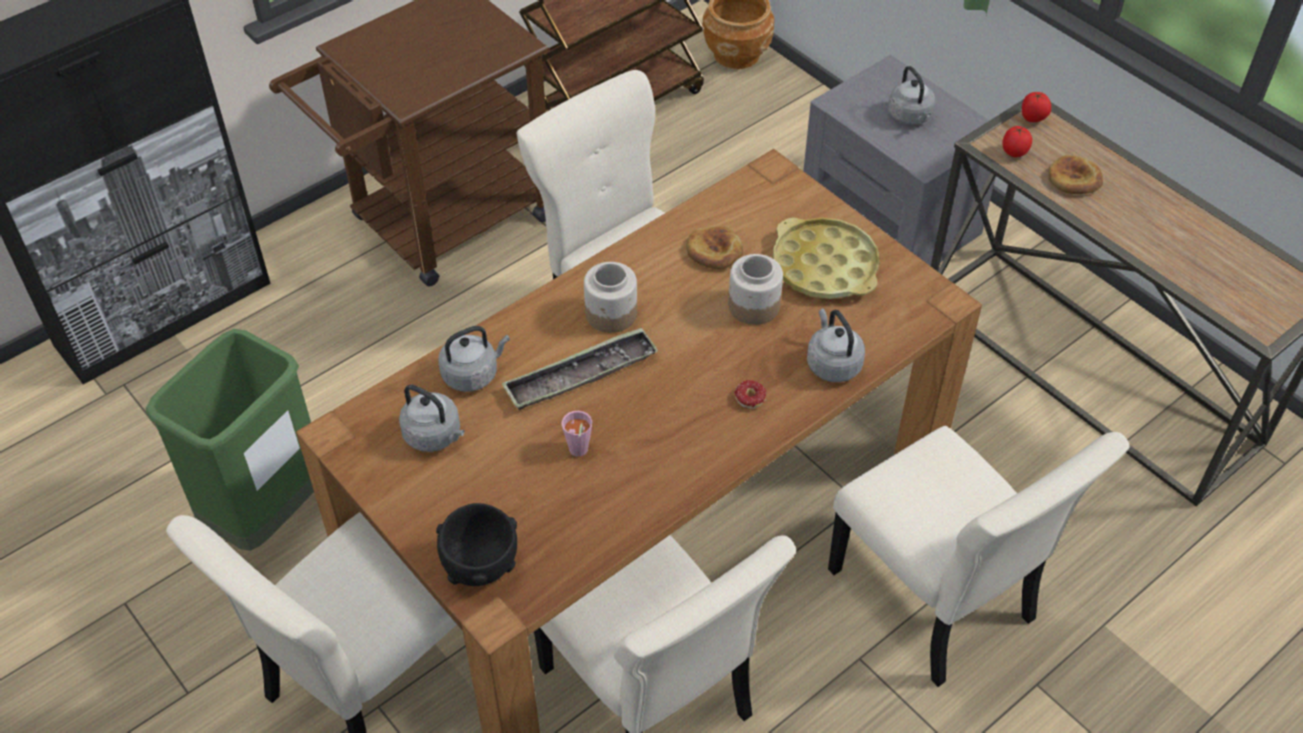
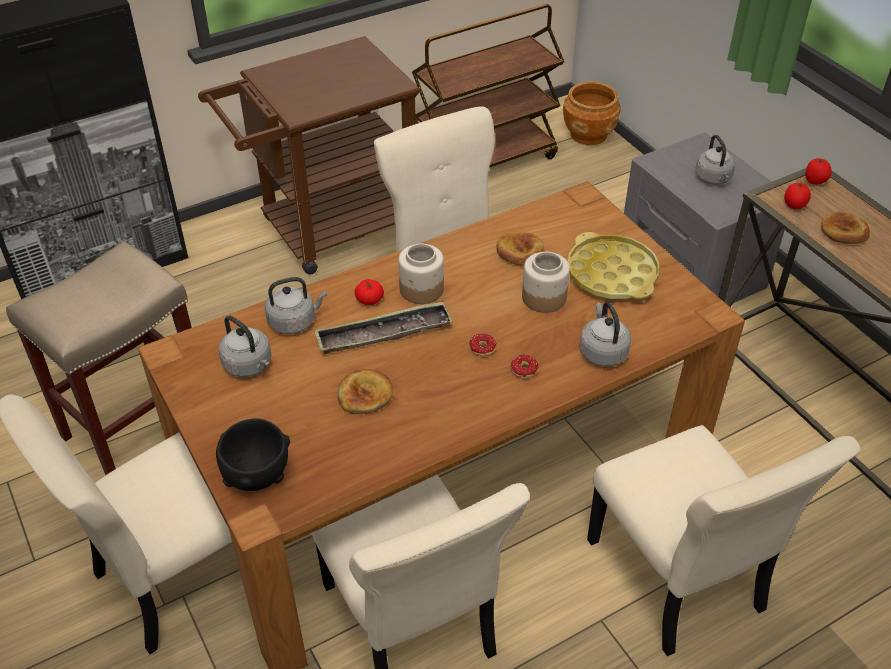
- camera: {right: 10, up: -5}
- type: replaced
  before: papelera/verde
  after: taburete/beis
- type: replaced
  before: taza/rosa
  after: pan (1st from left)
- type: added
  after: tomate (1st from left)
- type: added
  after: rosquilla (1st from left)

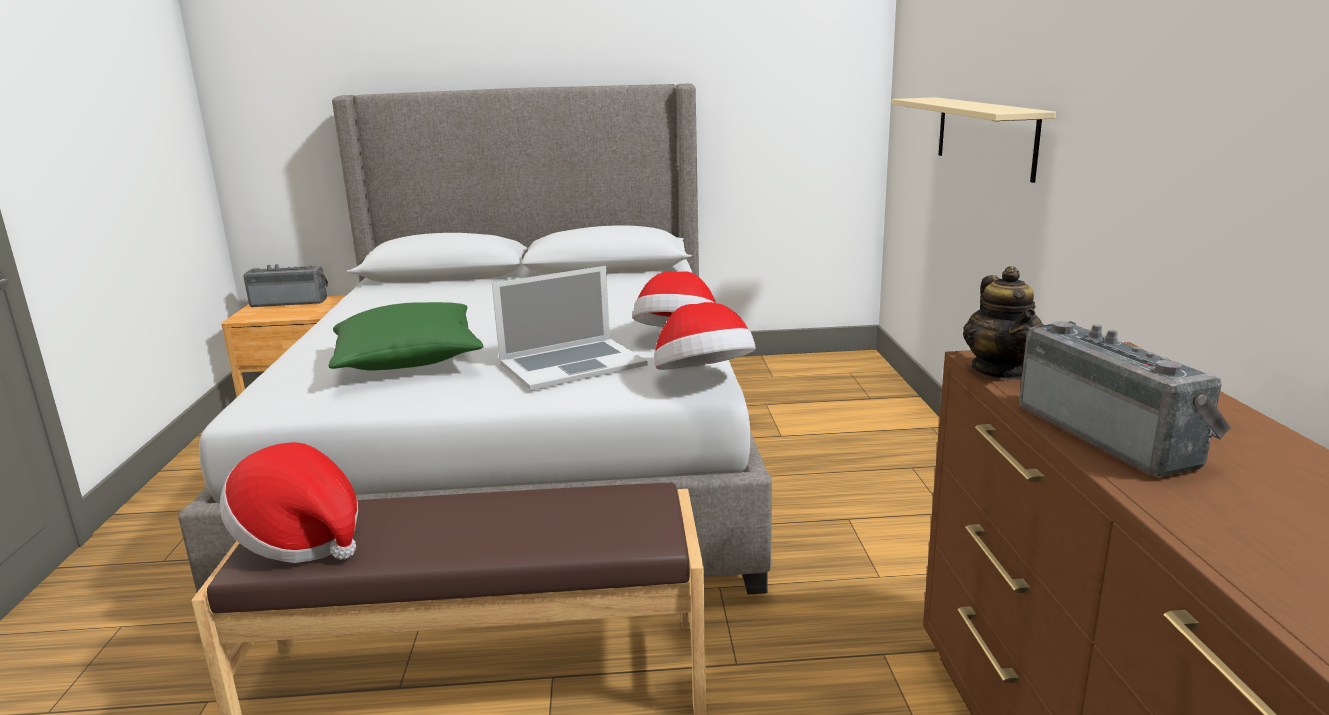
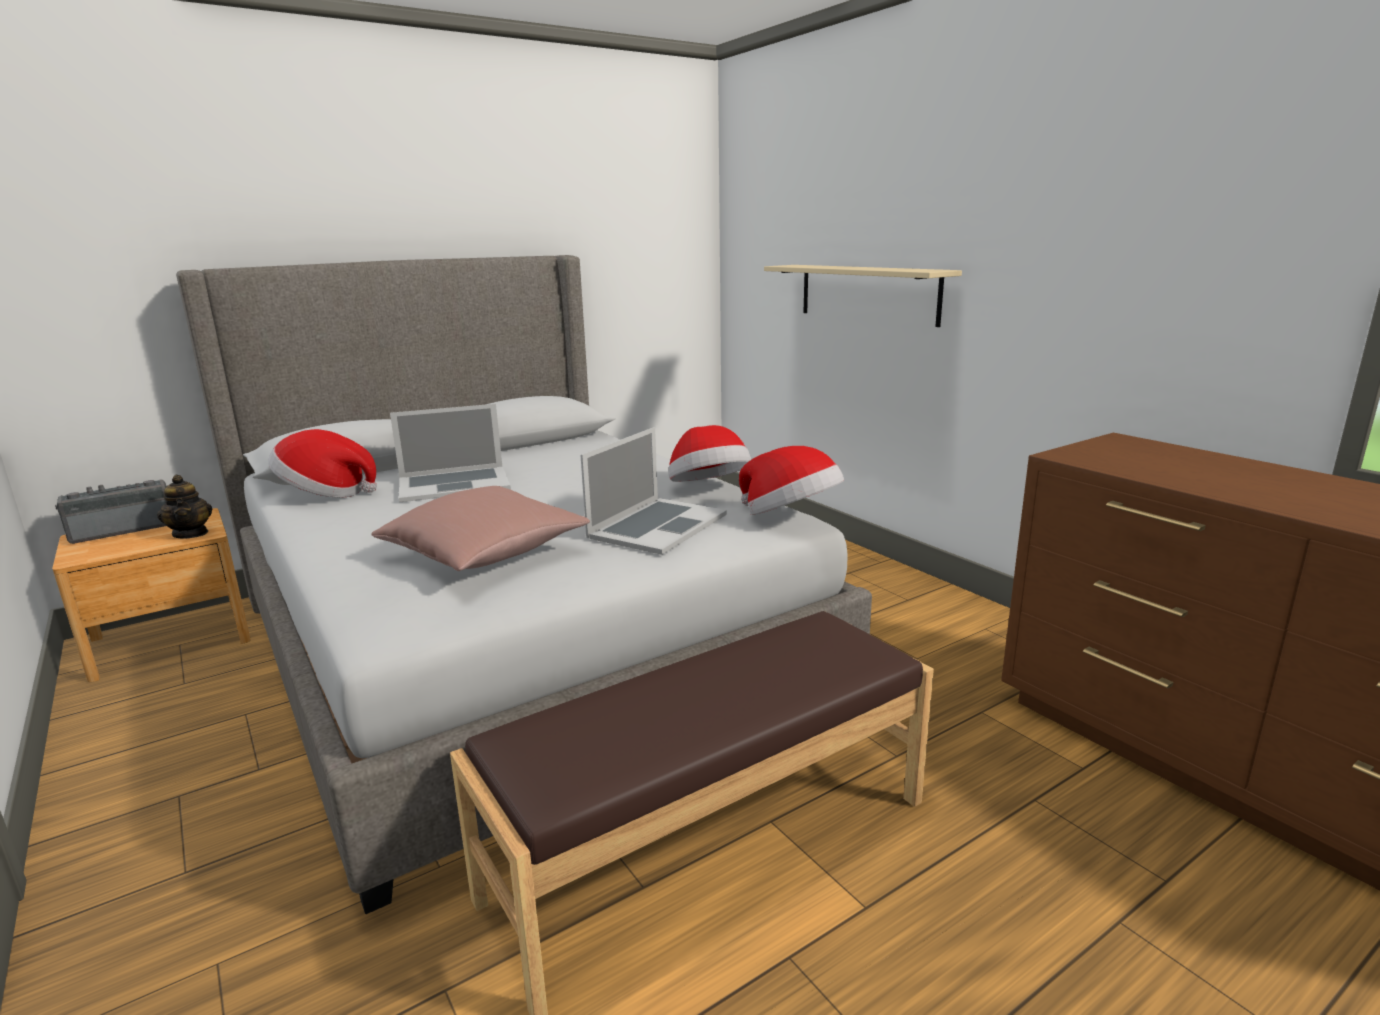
- camera: {right: -30, up: 0}
- type: moved
  before: sombrero (1st from left)
- type: recoloured
  before: cojín/verde
  after: cojín/rosa
- type: moved
  before: tetera
- type: removed
  before: radio (2nd from left)
- type: added
  after: portátil (1st from left)

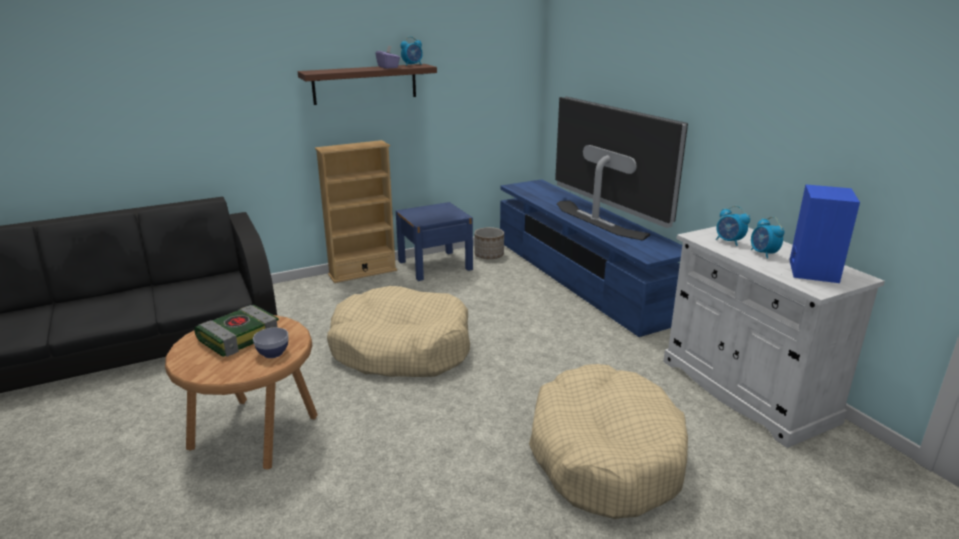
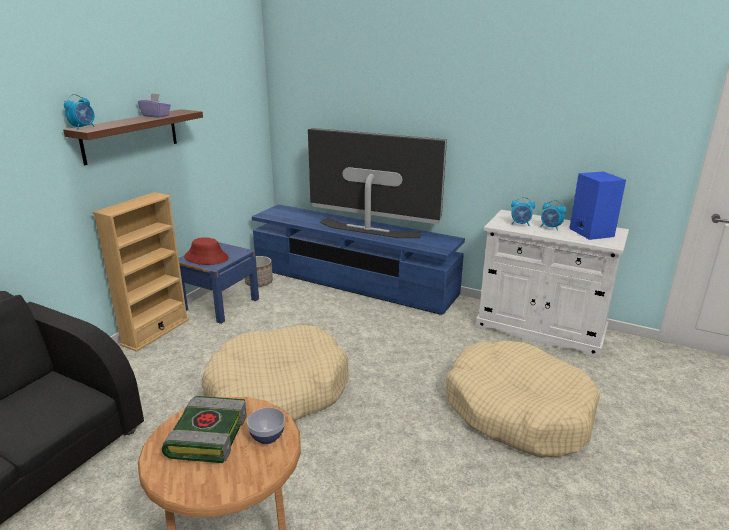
- camera: {right: -35, up: 0}
- type: moved
  before: despertador (1st from left)
- type: added
  after: sombrero/rojo

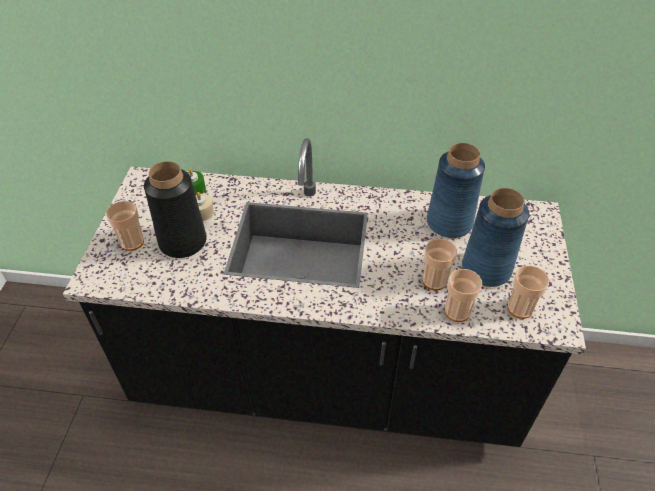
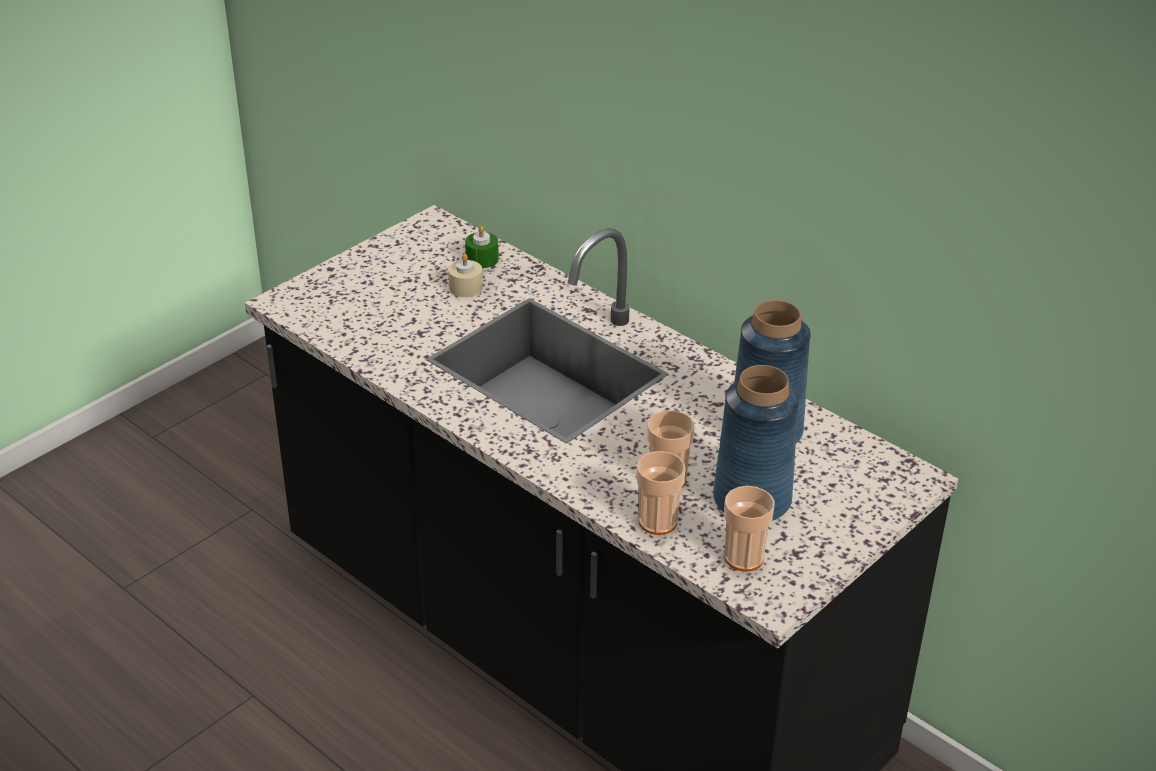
- camera: {right: 35, up: -10}
- type: removed
  before: taza (1st from left)
- type: removed
  before: florero/negro

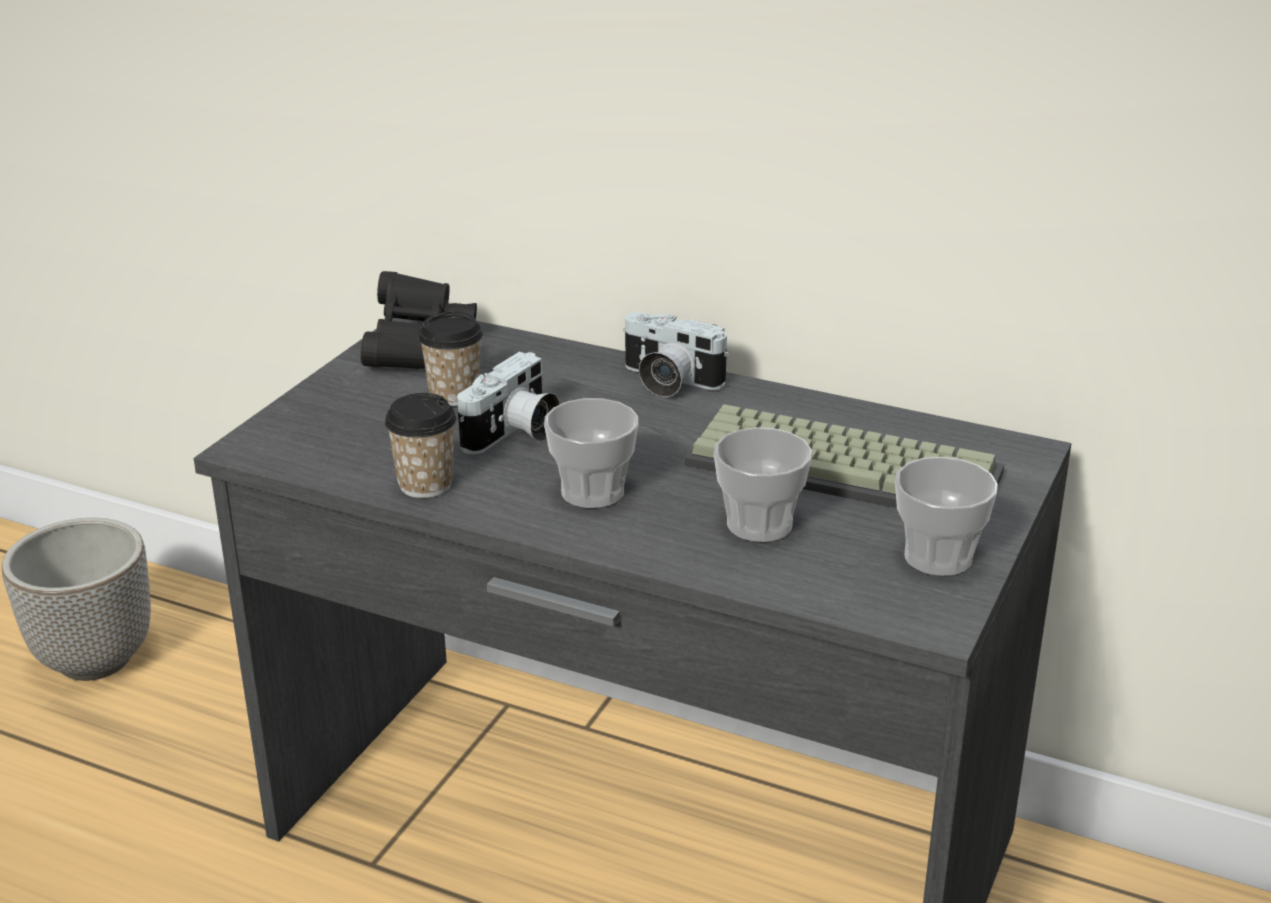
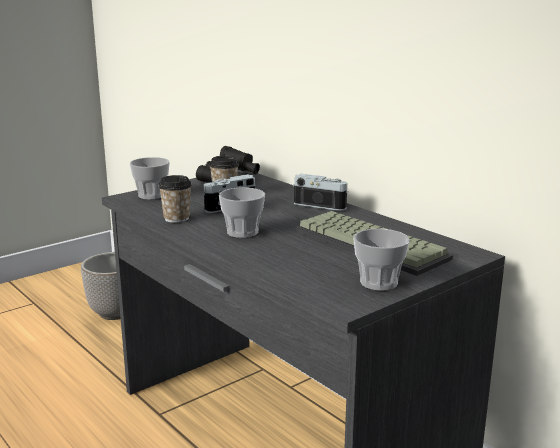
- camera: {right: 25, up: -10}
- type: turned
  before: cámara (2nd from left)
  turn: 150
- type: moved
  before: taza (4th from left in the first image)
  after: taza (1st from left)

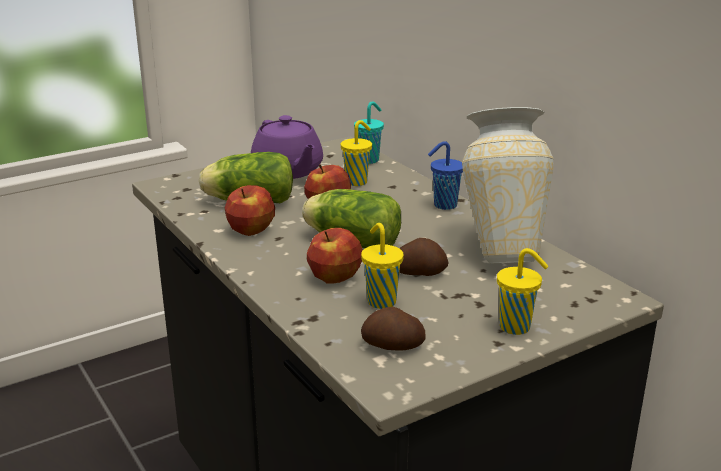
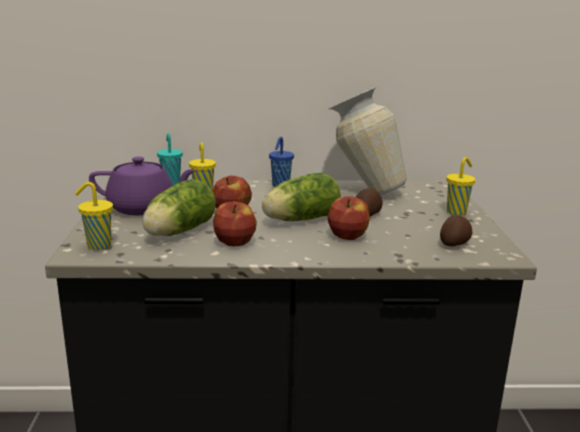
- camera: {right: -60, up: -5}
- type: moved
  before: taza/amarillo (2nd from left in the first image)
  after: taza/amarillo (1st from left)

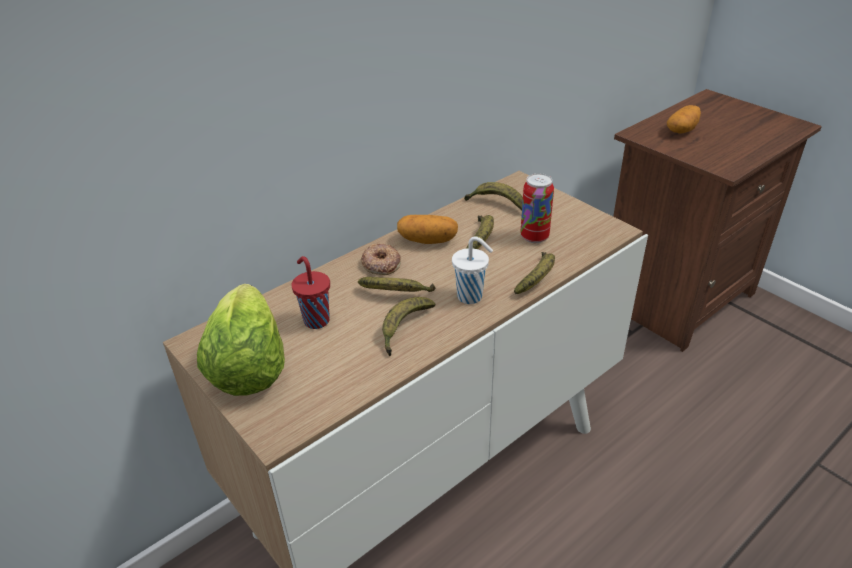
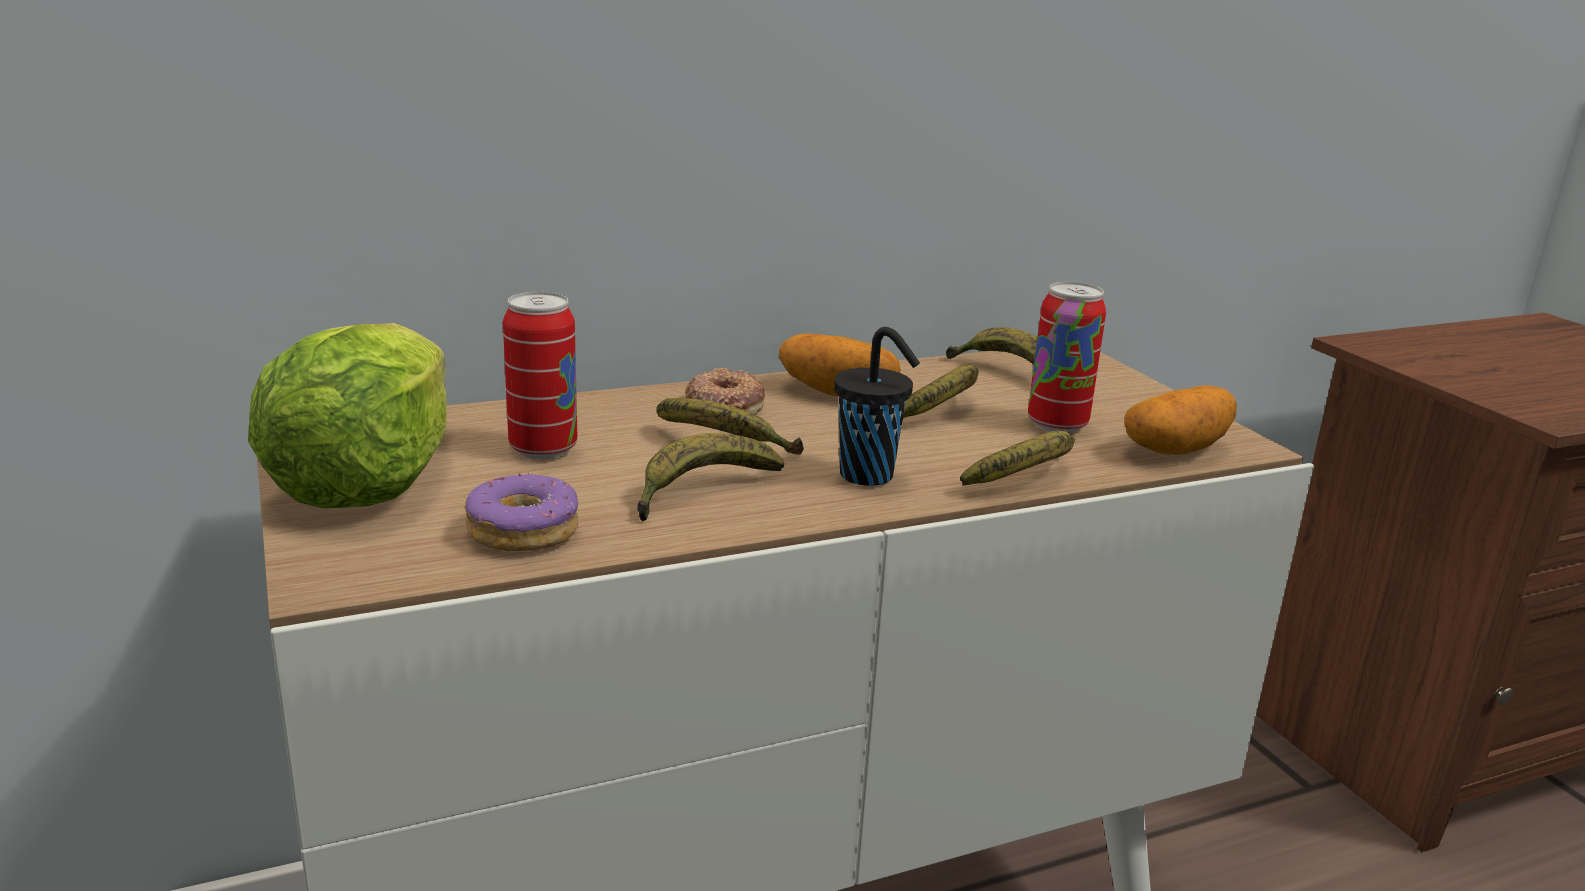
- camera: {right: 15, up: -15}
- type: replaced
  before: taza/rojo
  after: lata (1st from left)
- type: recoloured
  before: taza/blanco
  after: taza/negro
- type: moved
  before: patata (2nd from left)
- type: added
  after: rosquilla (1st from left)

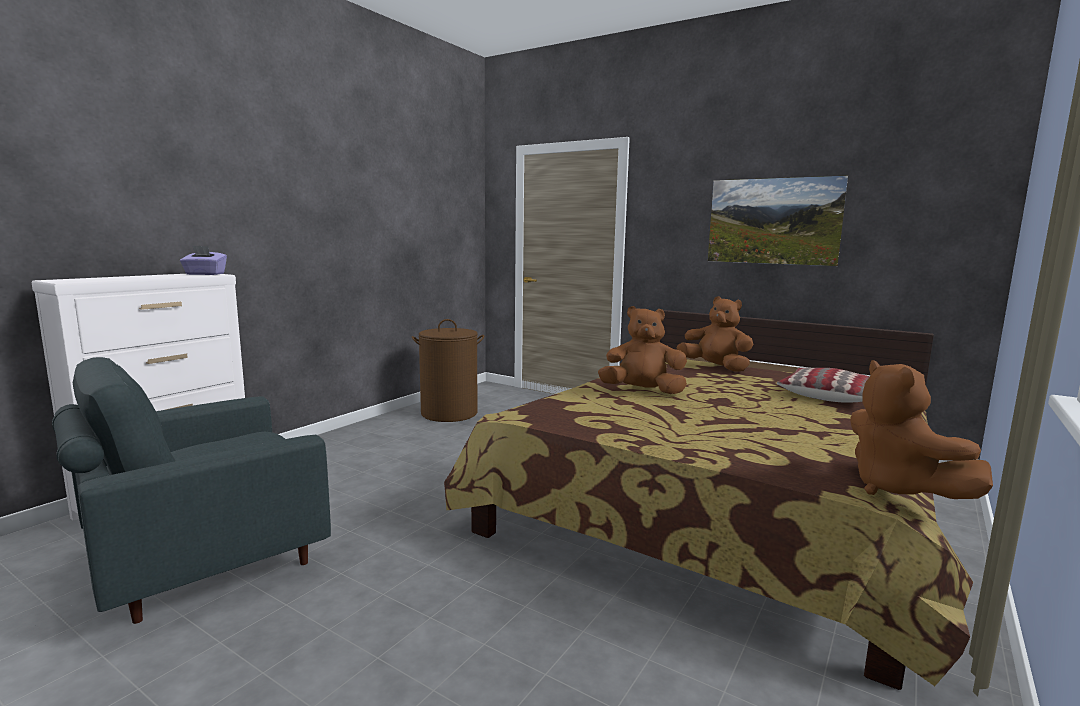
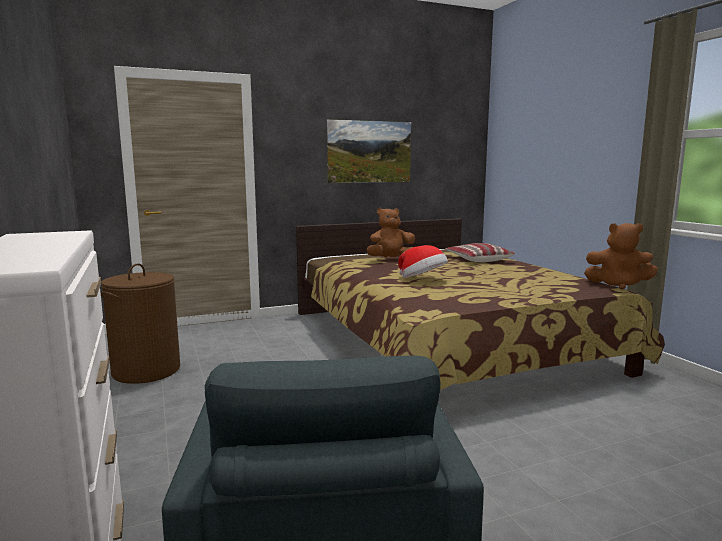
- camera: {right: -55, up: 0}
- type: removed
  before: caja de pañuelos/morado
- type: replaced
  before: peluche/marrón (1st from left)
  after: sombrero

